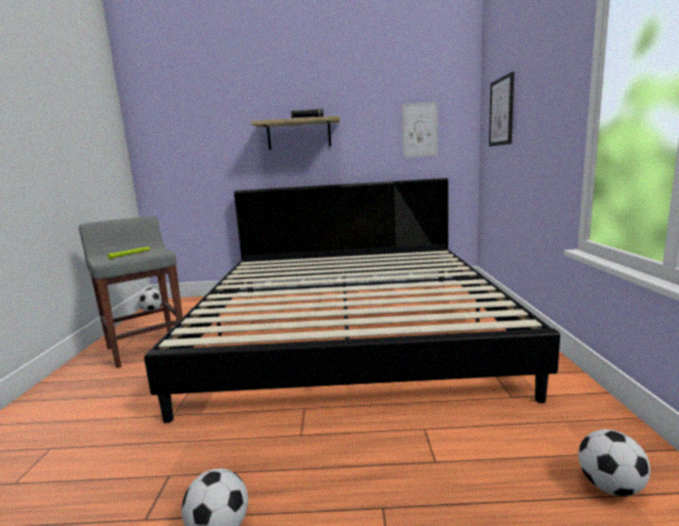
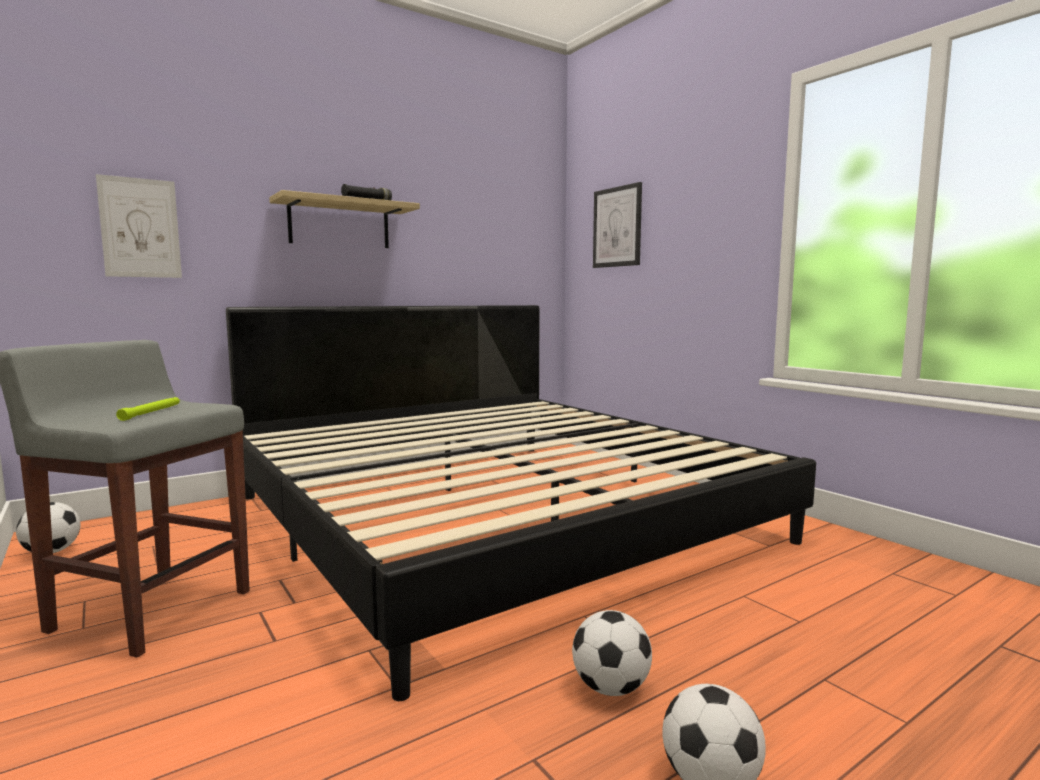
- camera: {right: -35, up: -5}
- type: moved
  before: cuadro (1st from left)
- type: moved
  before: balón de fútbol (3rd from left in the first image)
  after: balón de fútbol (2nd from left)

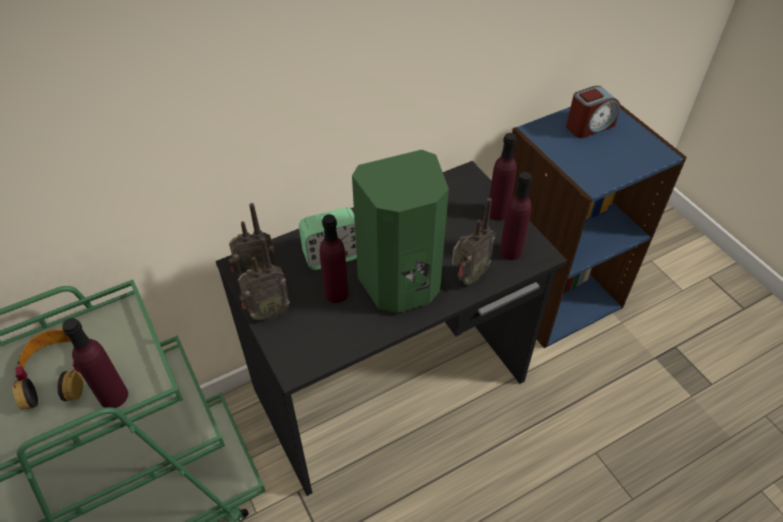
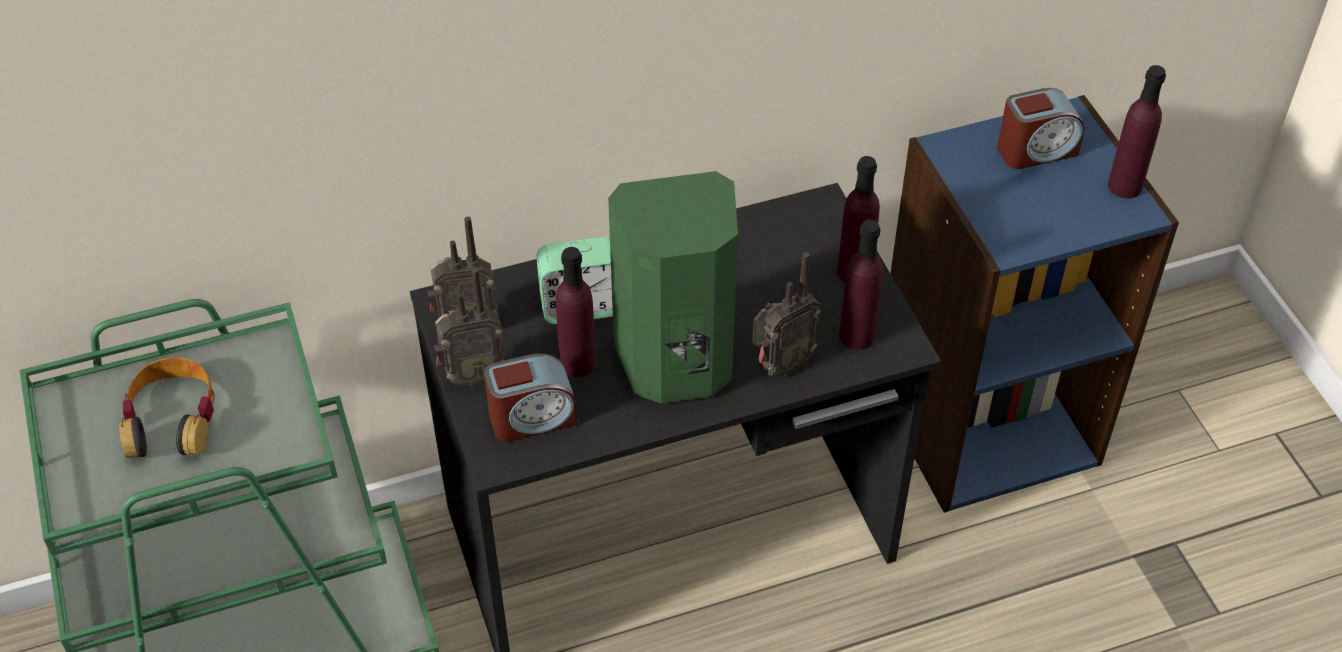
- camera: {right: 10, up: 0}
- type: moved
  before: botella/morado (1st from left in the first image)
  after: botella/morado (4th from left)
- type: added
  after: despertador (1st from left)

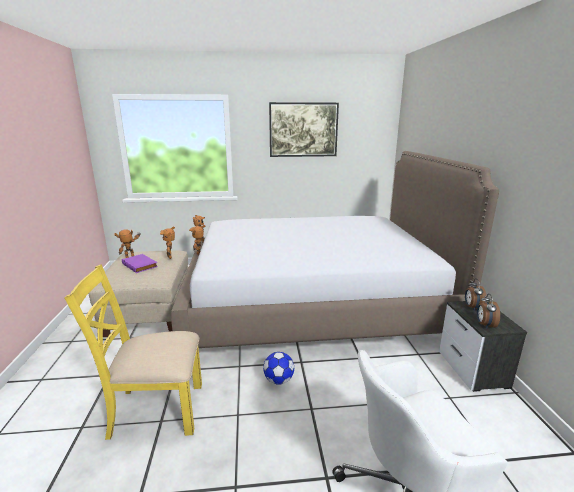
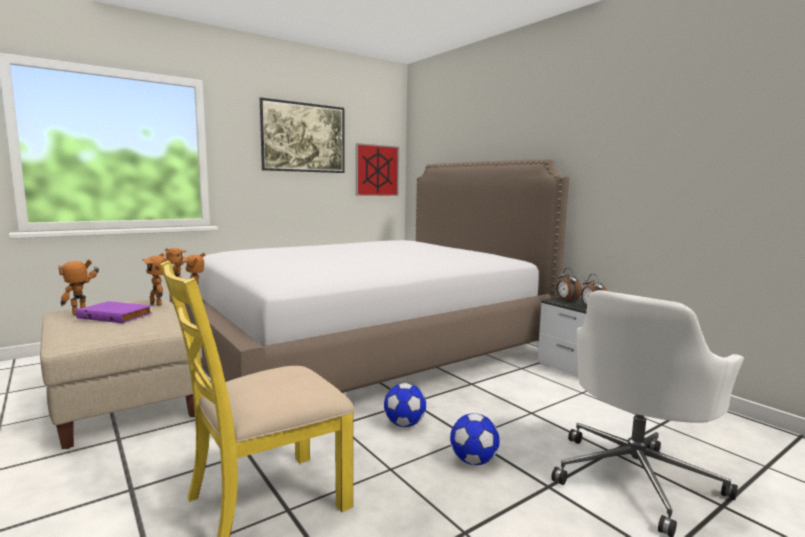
- camera: {right: -30, up: -10}
- type: added
  after: cuadro (2nd from left)
- type: added
  after: balón de fútbol (2nd from left)

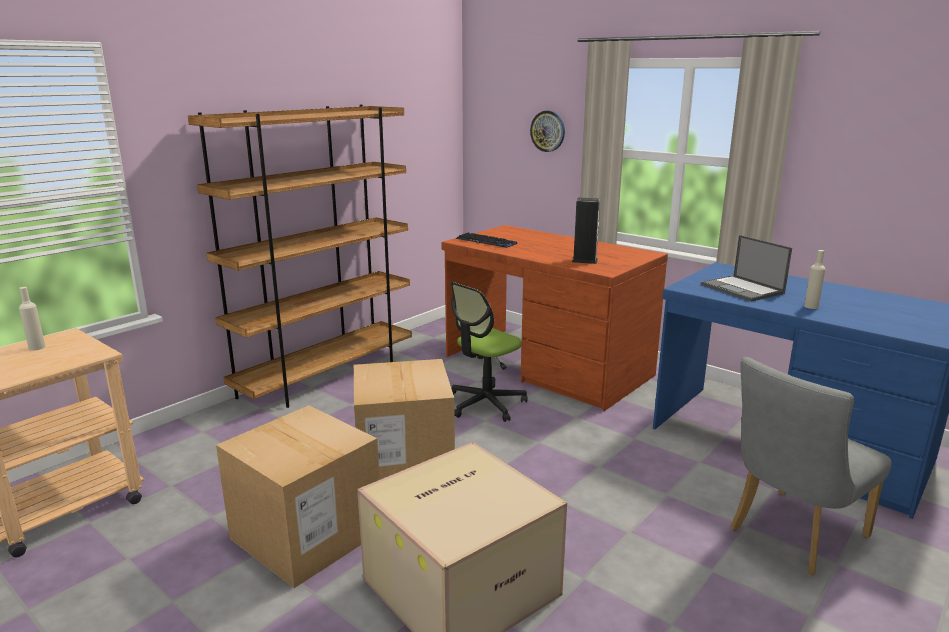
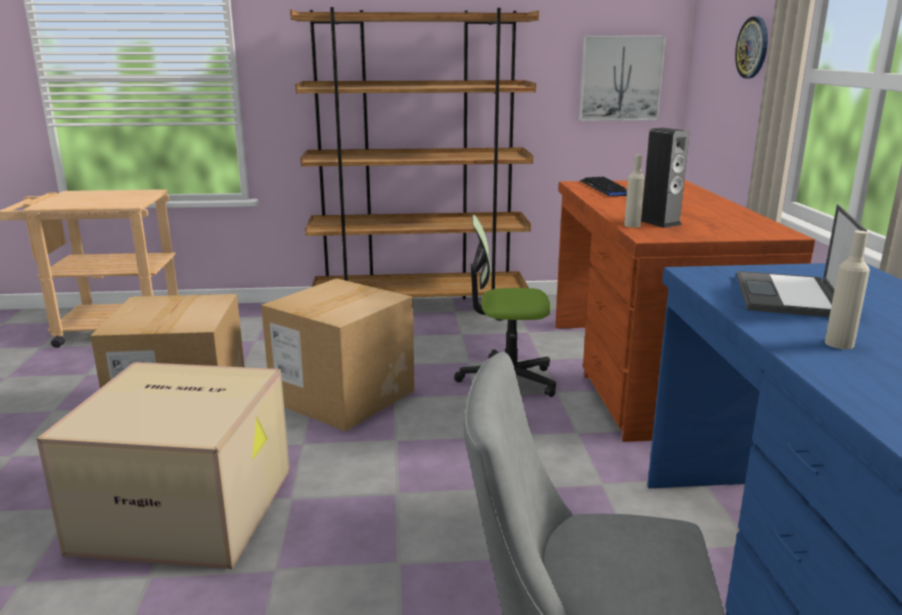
- camera: {right: 45, up: 0}
- type: moved
  before: botella/beis (1st from left)
- type: added
  after: cuadro

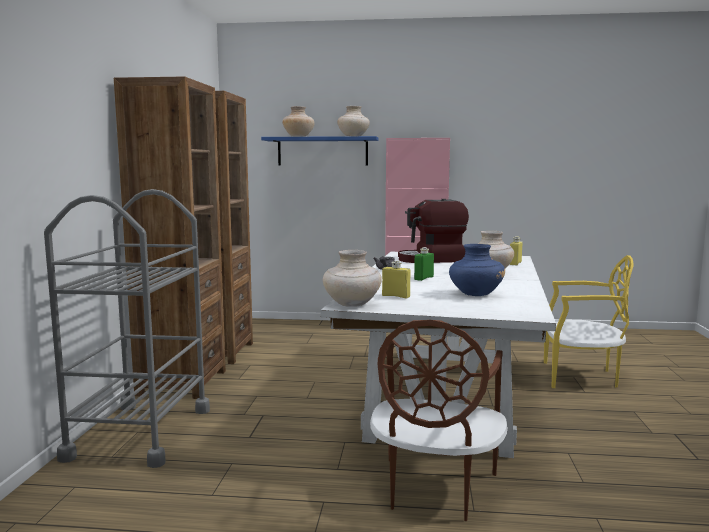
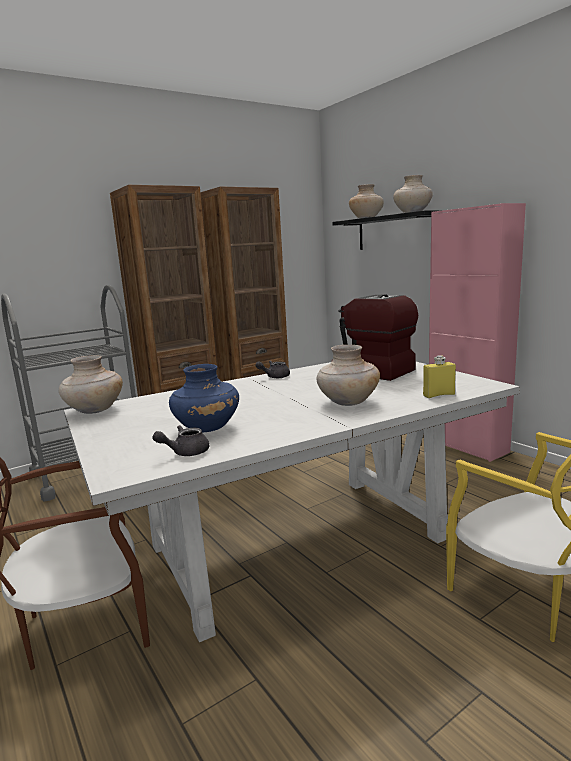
- camera: {right: 50, up: 5}
- type: recoloured
  before: estante/azul
  after: estante/negro
- type: removed
  before: botella/amarillo (1st from left)
- type: removed
  before: botella/verde
- type: added
  after: tetera/gris (1st from left)

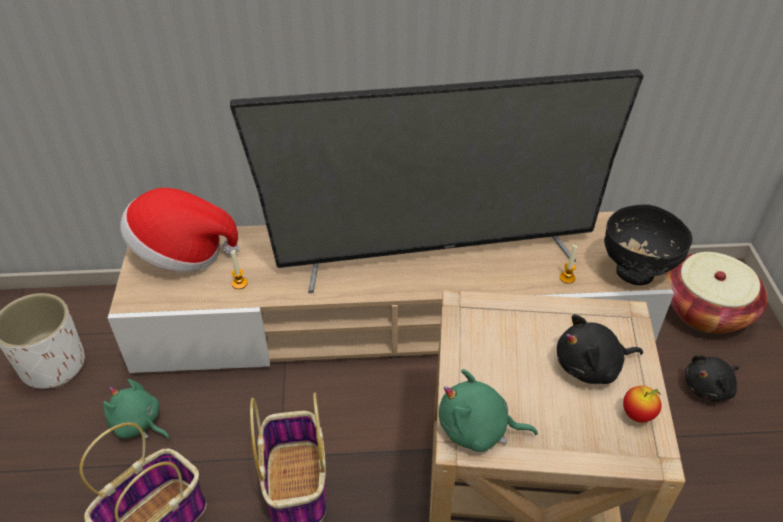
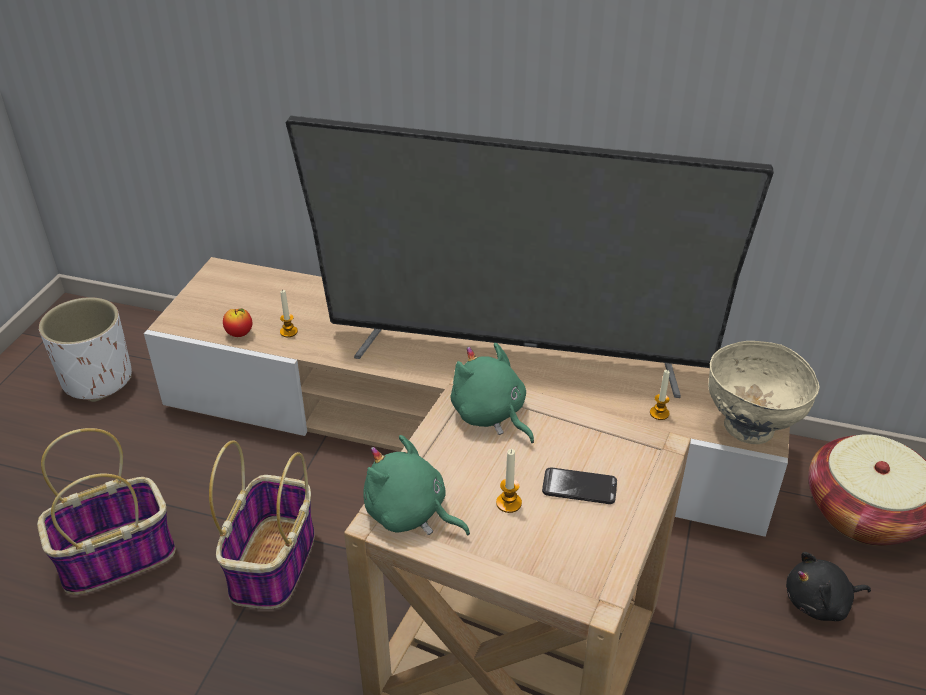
- camera: {right: 20, up: -5}
- type: moved
  before: peluche/verde (1st from left in the first image)
  after: peluche/verde (2nd from left)
- type: removed
  before: sombrero
- type: replaced
  before: peluche/negro (1st from left)
  after: móvil
- type: recoloured
  before: cuenco/negro
  after: cuenco/beis
- type: moved
  before: manzana
- type: added
  after: vela (2nd from left)

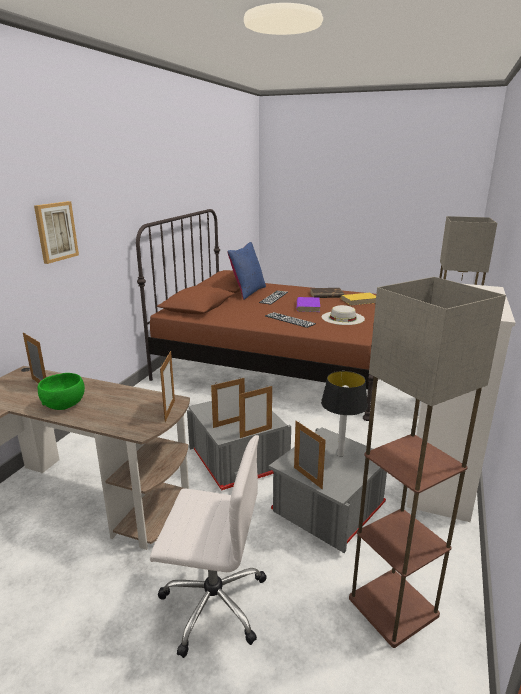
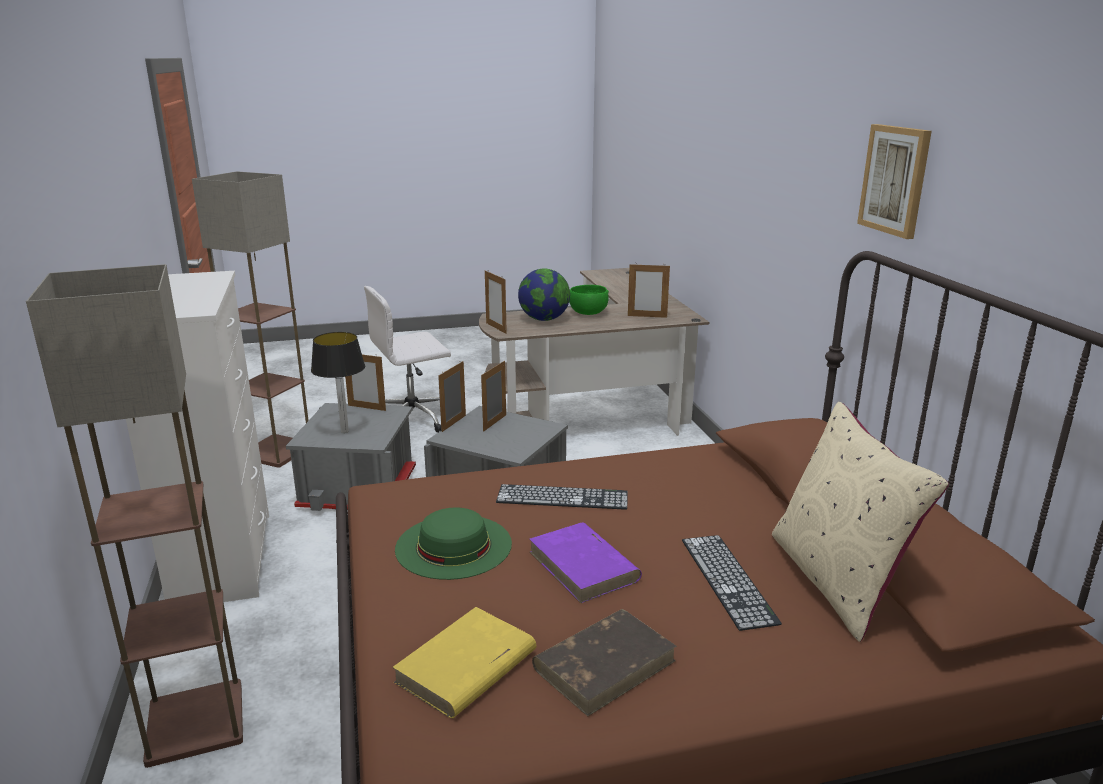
- camera: {right: 145, up: 0}
- type: moved
  before: cuadro
- type: recoloured
  before: cojín/azul
  after: cojín/beis
- type: recoloured
  before: sombrero/blanco
  after: sombrero/verde
- type: added
  after: globo terráqueo

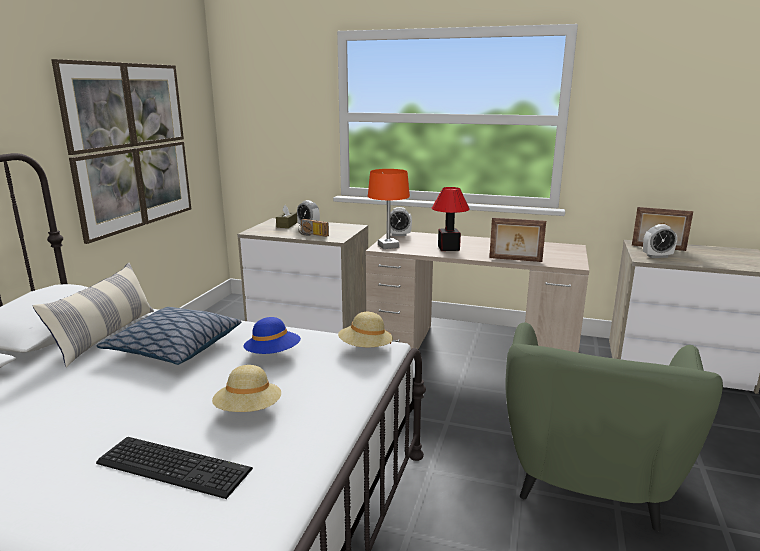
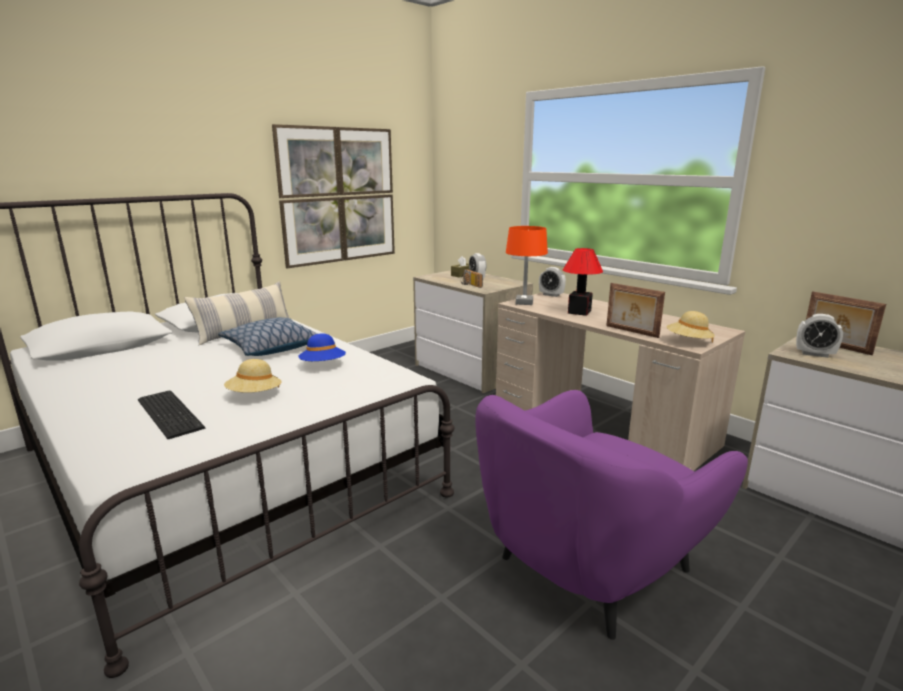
- camera: {right: 30, up: 0}
- type: moved
  before: sombrero/beis (2nd from left)
- type: recoloured
  before: sillón/verde
  after: sillón/morado

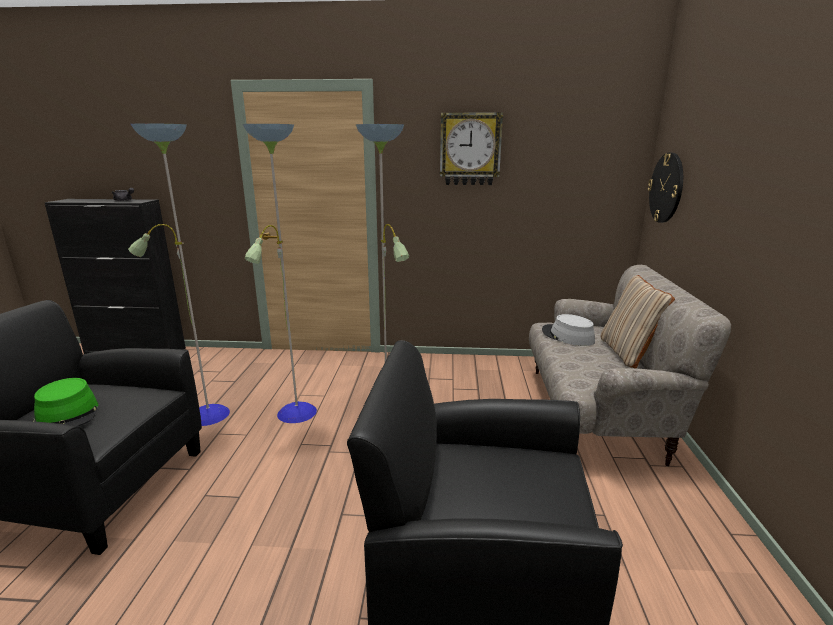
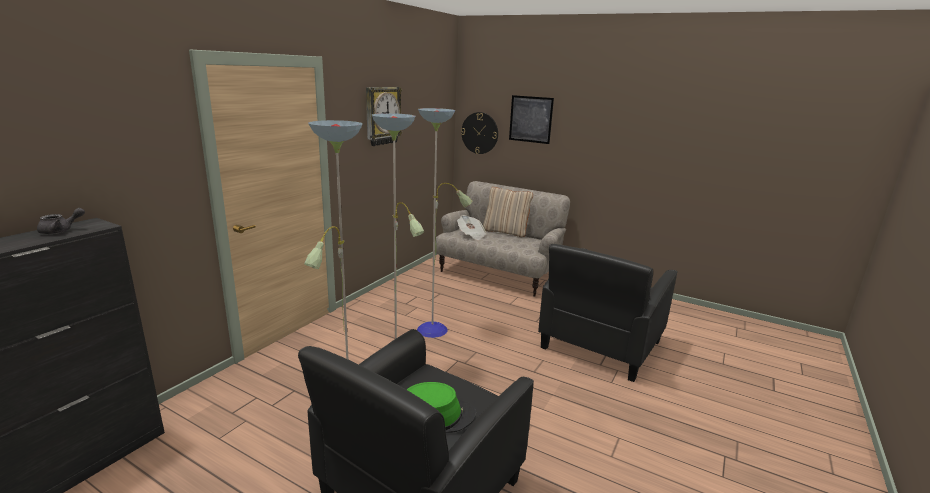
- camera: {right: -65, up: 0}
- type: replaced
  before: sombrero/gris
  after: periódico
- type: added
  after: cuadro

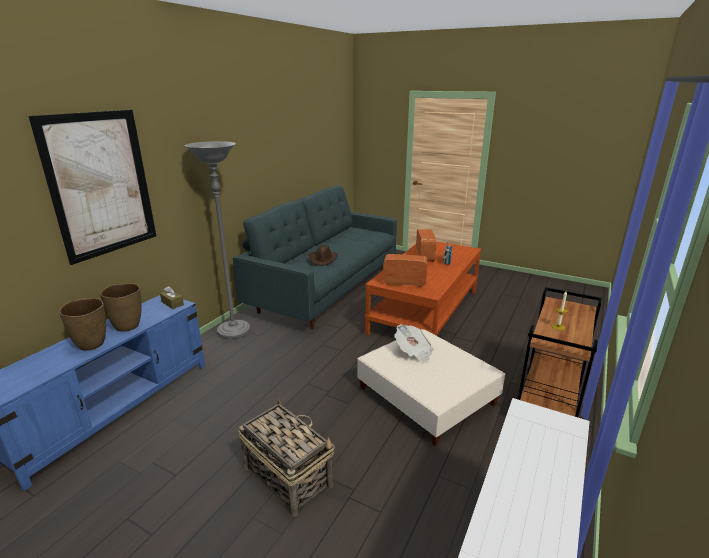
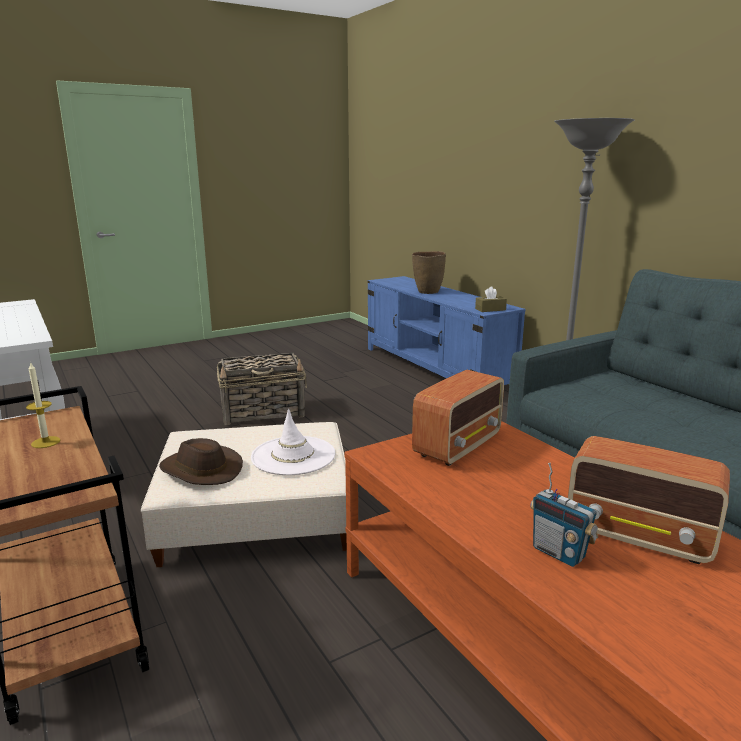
- camera: {right: 120, up: -5}
- type: removed
  before: cuadro
- type: removed
  before: florero/marrón (2nd from left)
- type: moved
  before: sombrero/marrón
- type: replaced
  before: periódico
  after: sombrero/blanco

